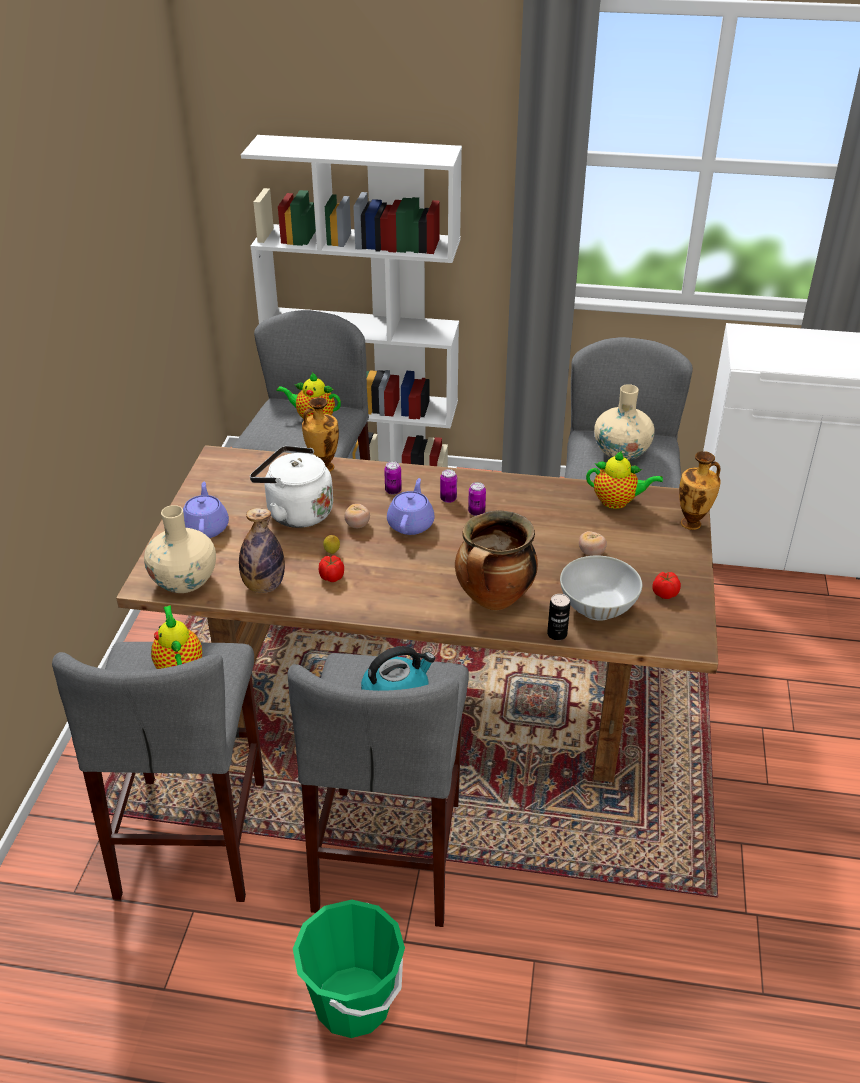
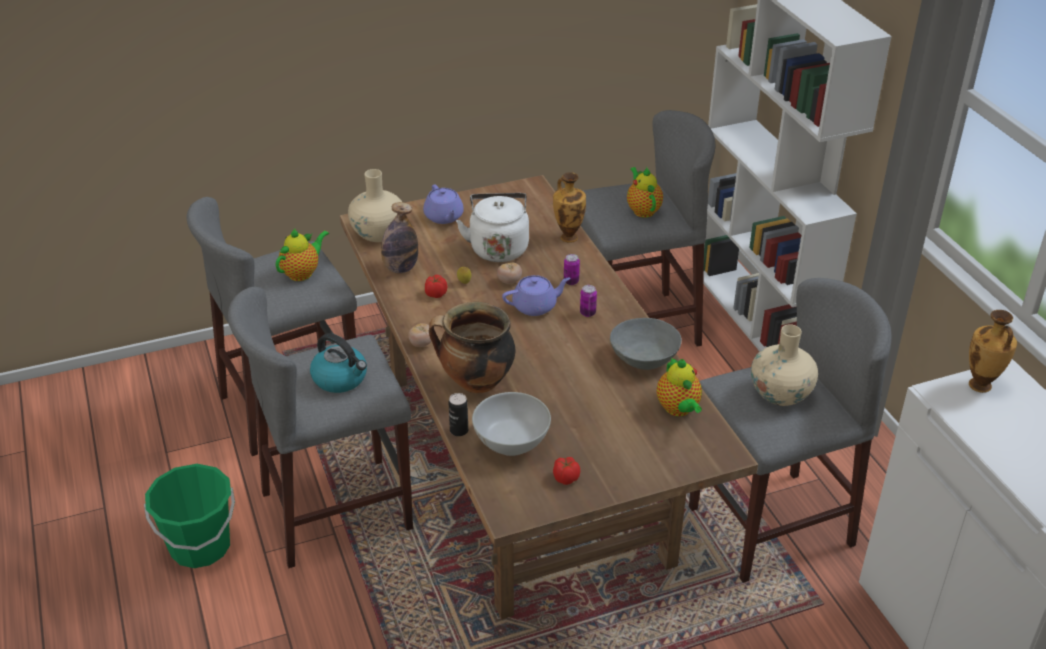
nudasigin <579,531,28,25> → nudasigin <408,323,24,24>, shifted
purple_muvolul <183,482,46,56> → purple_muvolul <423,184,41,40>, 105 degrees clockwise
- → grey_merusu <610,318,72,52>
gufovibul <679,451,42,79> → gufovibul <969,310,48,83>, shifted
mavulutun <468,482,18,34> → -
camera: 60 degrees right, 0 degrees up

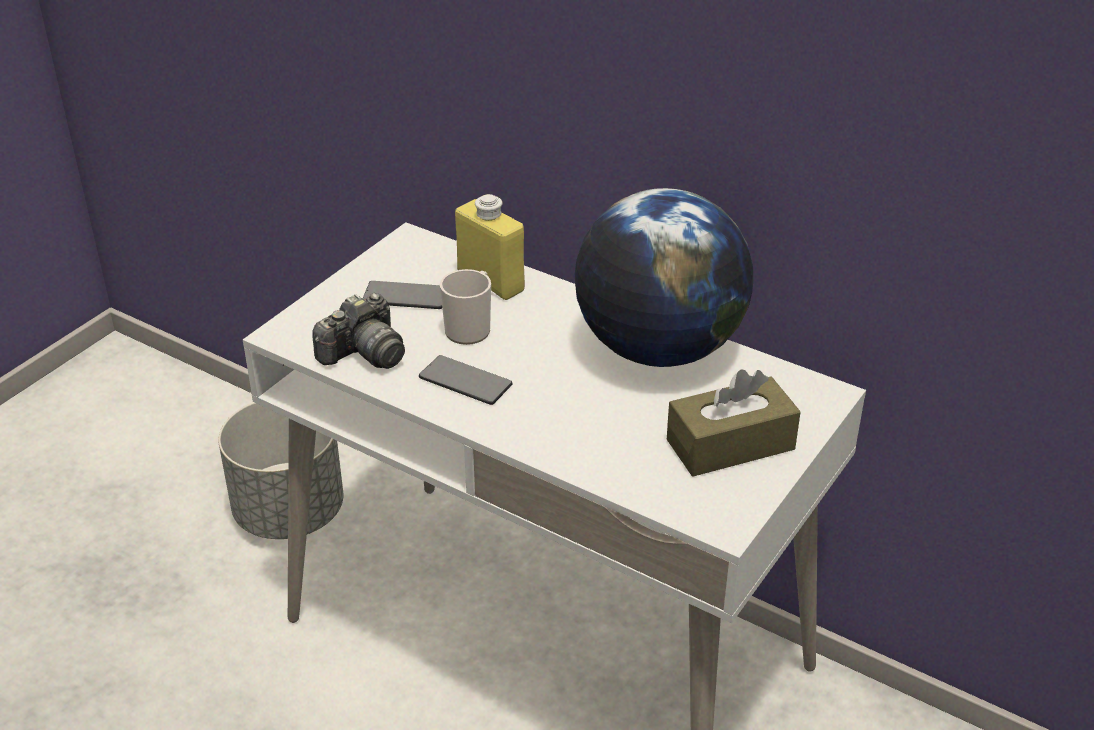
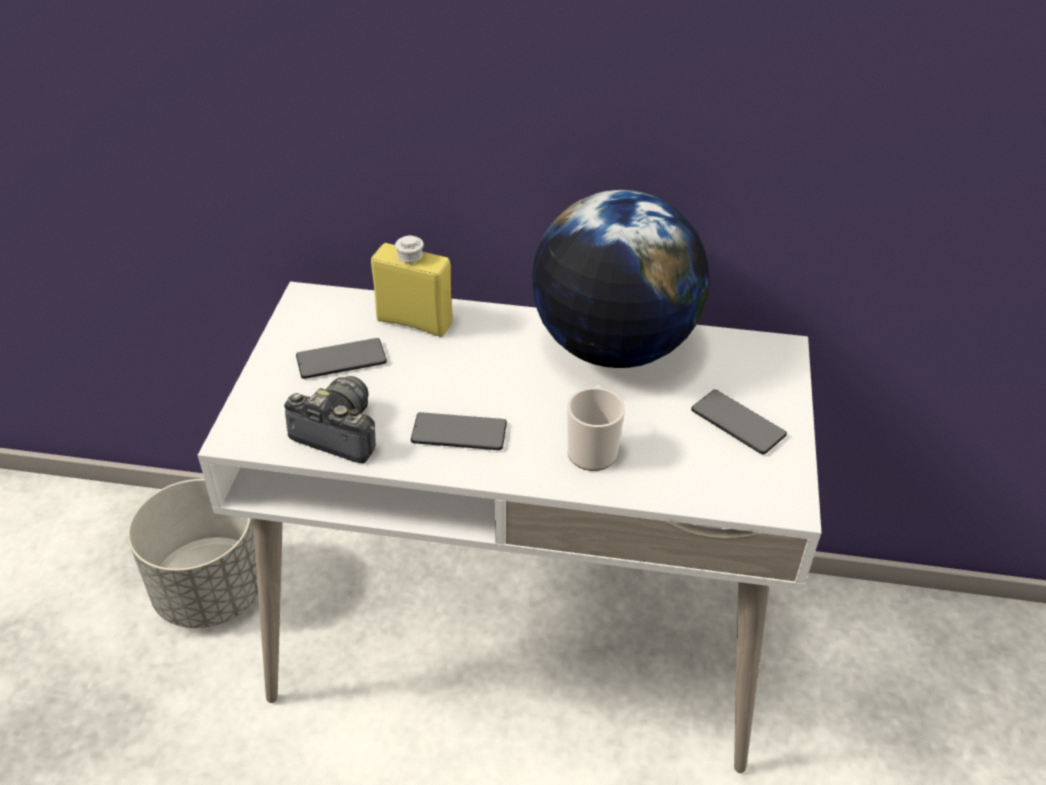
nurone <312,293,93,76> → nurone <284,376,92,87>, 90 degrees counterclockwise
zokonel <440,269,51,76> → zokonel <567,385,58,86>, shifted
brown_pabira <667,369,134,108> → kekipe <691,390,96,64>
camera: 25 degrees left, 5 degrees up

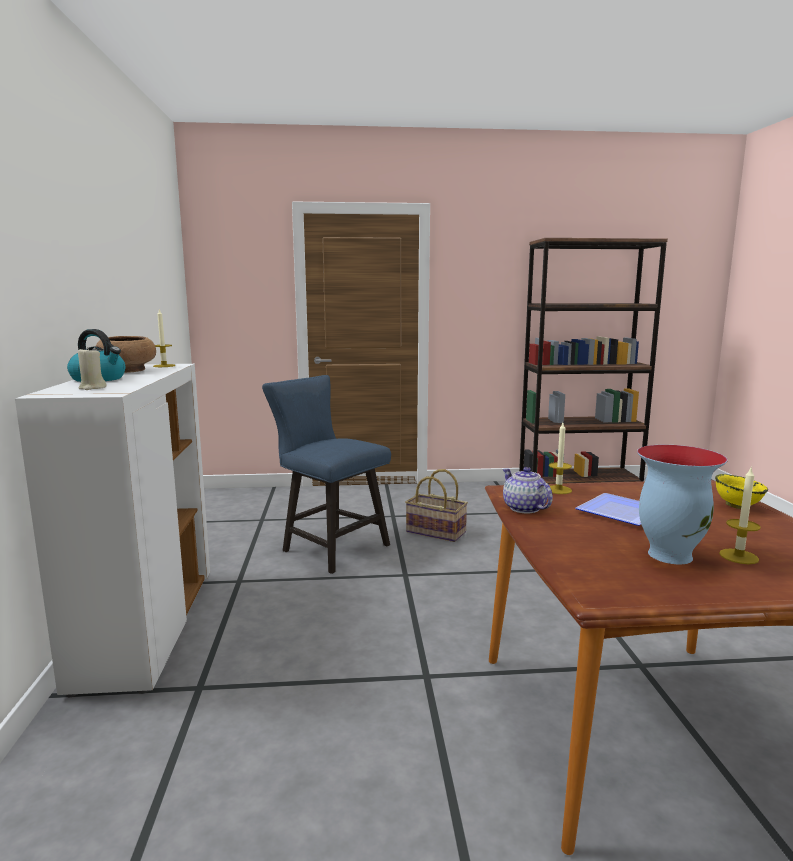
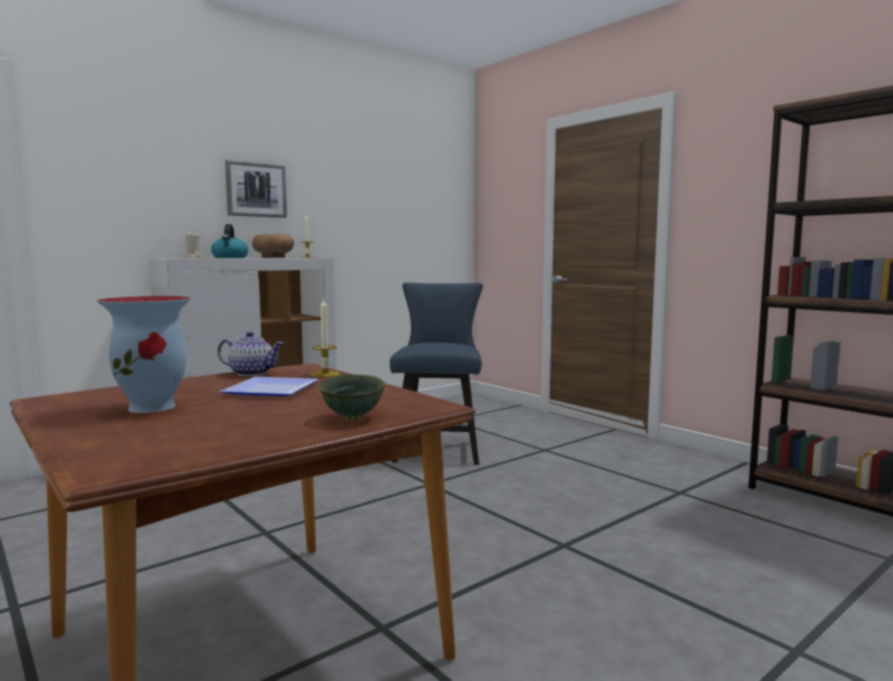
muvolul <503,467,50,46> → muvolul <218,331,66,45>, 75 degrees clockwise
- → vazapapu <225,160,62,58>
yellow_merusu <715,474,53,35> → green_merusu <319,374,66,46>
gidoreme <405,469,63,73> → -
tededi <719,466,42,98> → -
camera: 55 degrees right, 5 degrees down

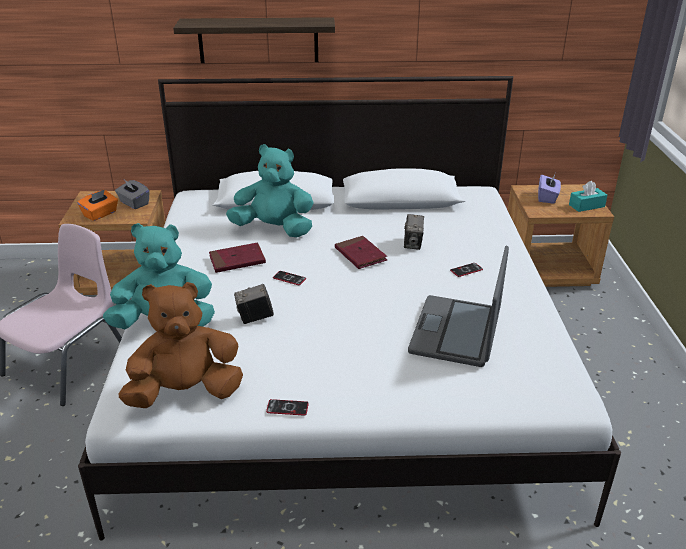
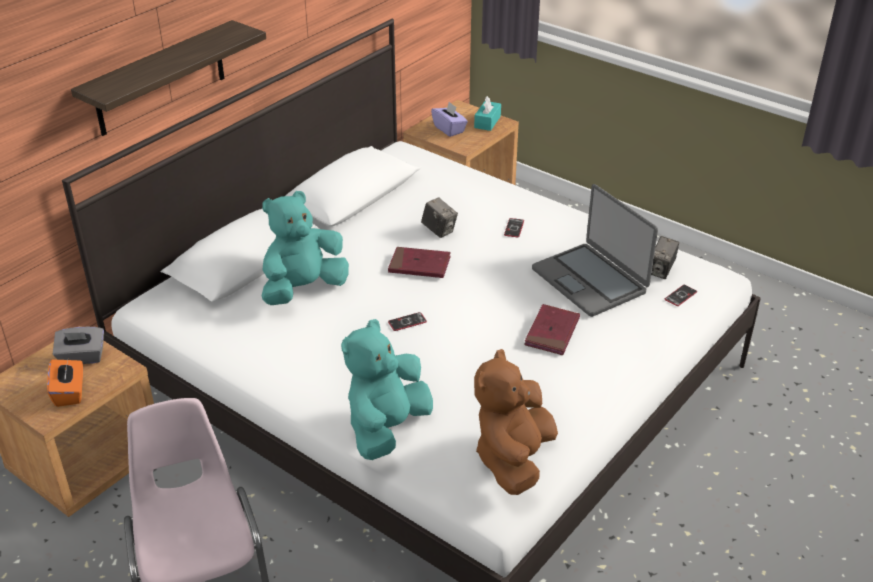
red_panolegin <209,242,57,31> → red_panolegin <524,304,56,51>, shifted
nurone <234,284,40,40> → nurone <651,236,28,43>, shifted
kekipe <266,399,43,17> → kekipe <665,285,32,21>, shifted
camera: 50 degrees left, 5 degrees up

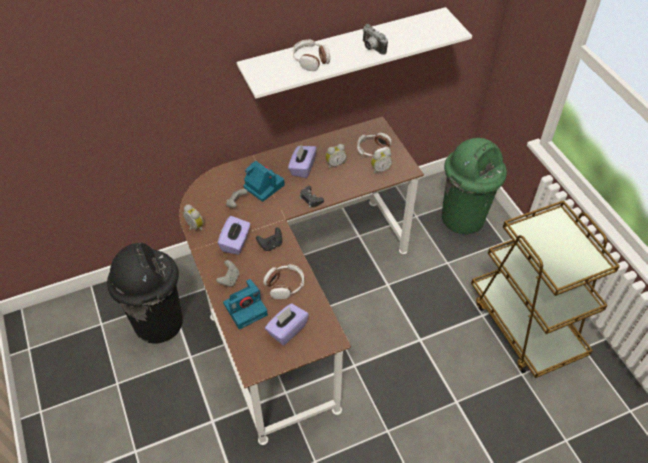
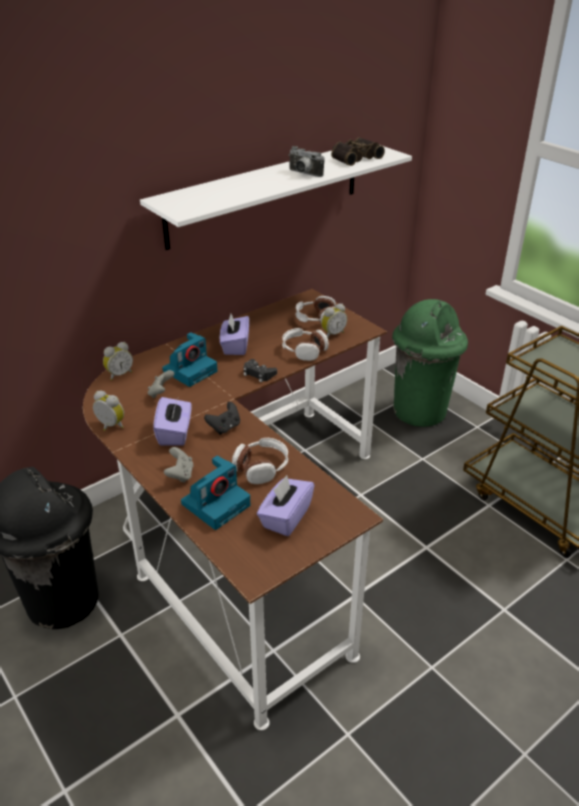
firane <325,144,22,25> → firane <103,342,30,39>, shifted
nurone <243,161,41,41> → nurone <162,332,55,55>, 105 degrees clockwise
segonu <293,40,37,31> → segonu <282,328,47,33>, shifted
- → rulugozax <331,137,54,29>
camera: 15 degrees left, 15 degrees down

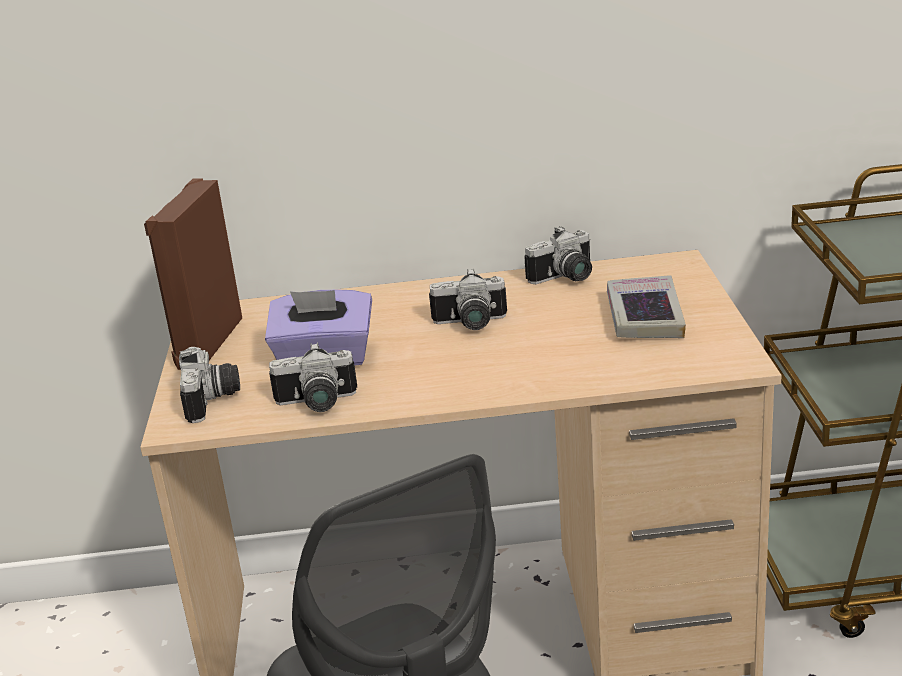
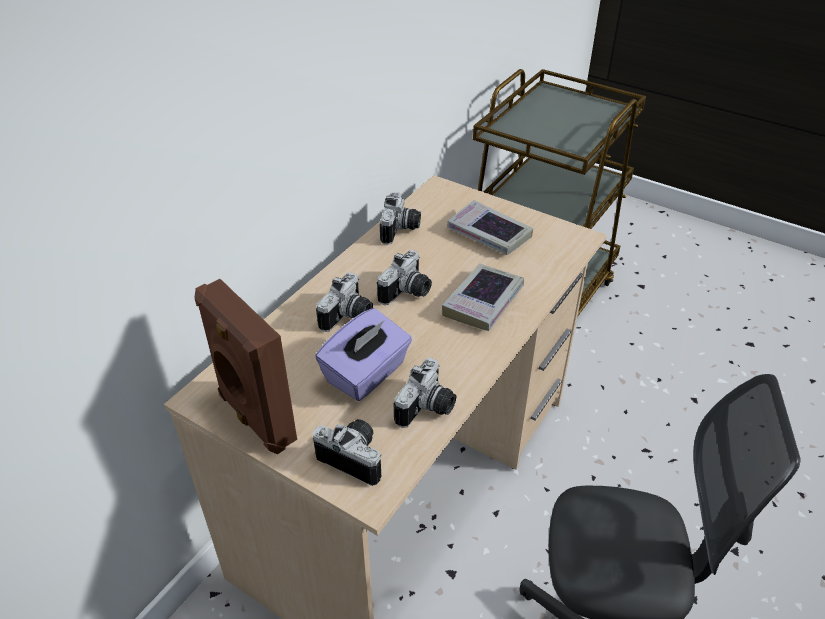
- → nurone <316,272,57,60>
- → panolegin <442,264,82,67>
camera: 55 degrees left, 15 degrees up

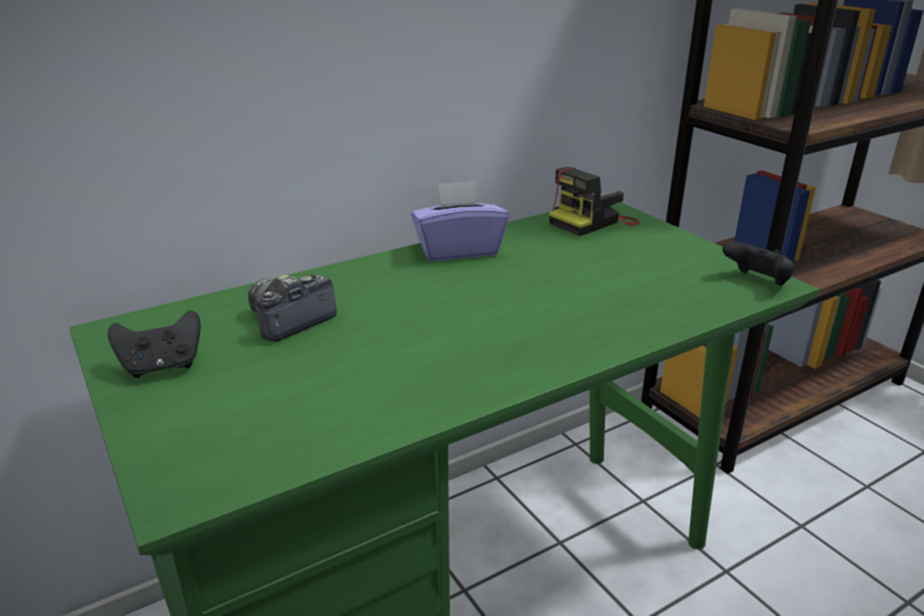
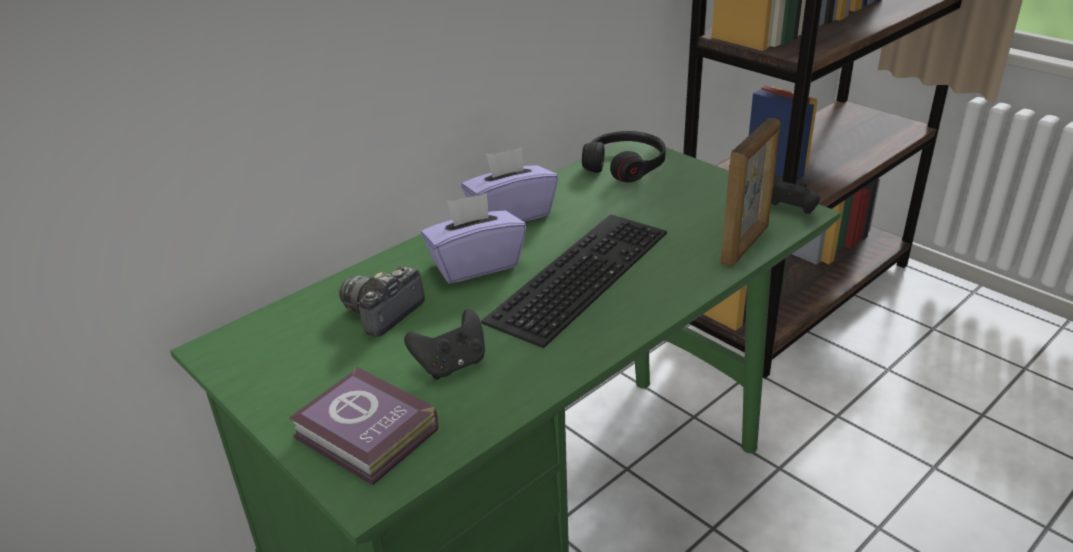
- → panolegin <289,367,149,119>
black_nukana <108,310,93,68> → black_nukana <404,309,81,71>, shifted
- → purple_pabira <421,193,105,90>
- → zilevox <481,214,186,134>
nurone <549,167,90,69> → black_segonu <582,131,84,51>
- → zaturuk <720,118,60,148>
camera: 10 degrees left, 5 degrees up

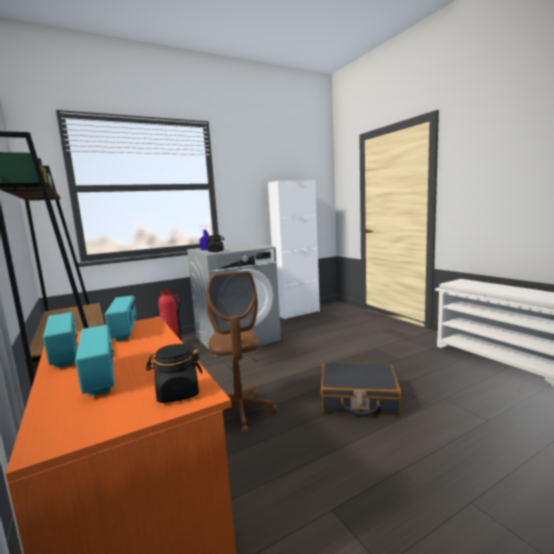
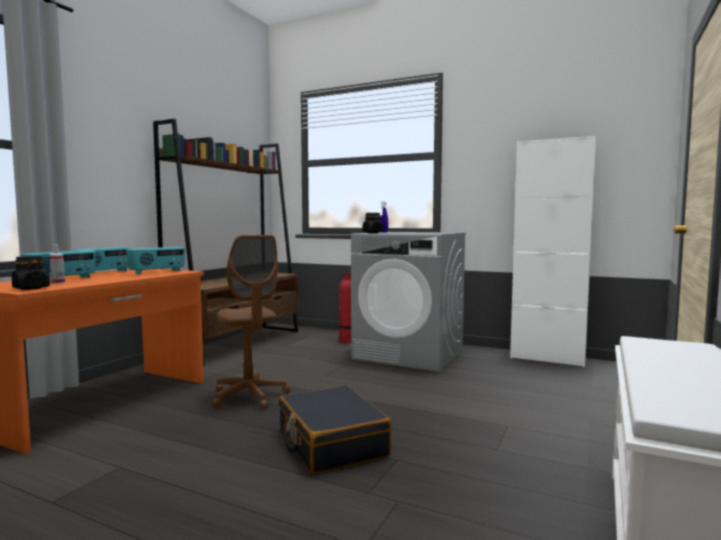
- → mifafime <49,244,16,40>
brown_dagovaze <207,271,70,164> → brown_dagovaze <212,235,78,175>, 75 degrees counterclockwise
camera: 55 degrees right, 5 degrees down

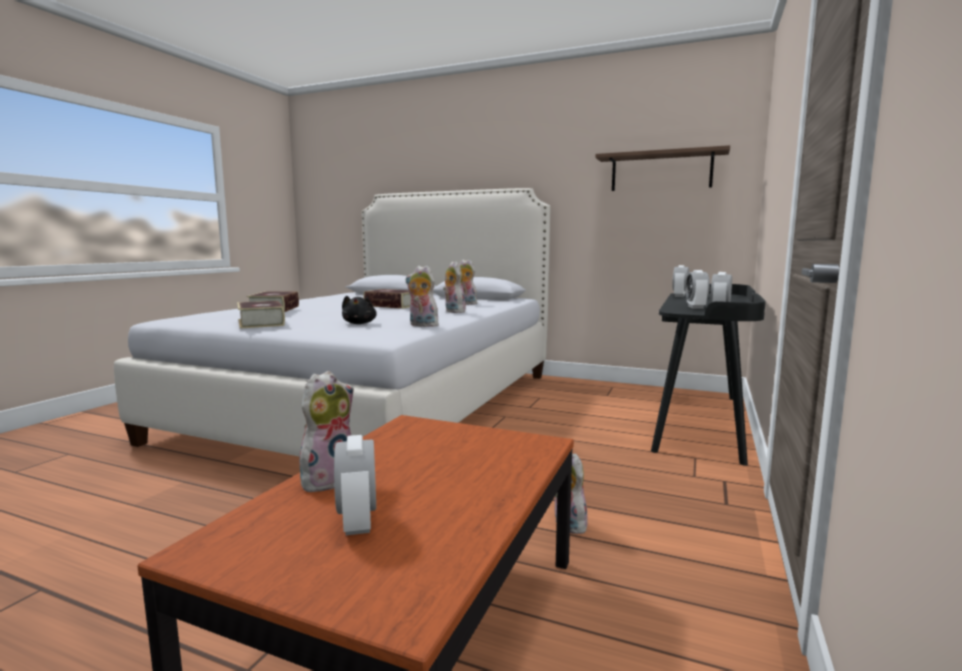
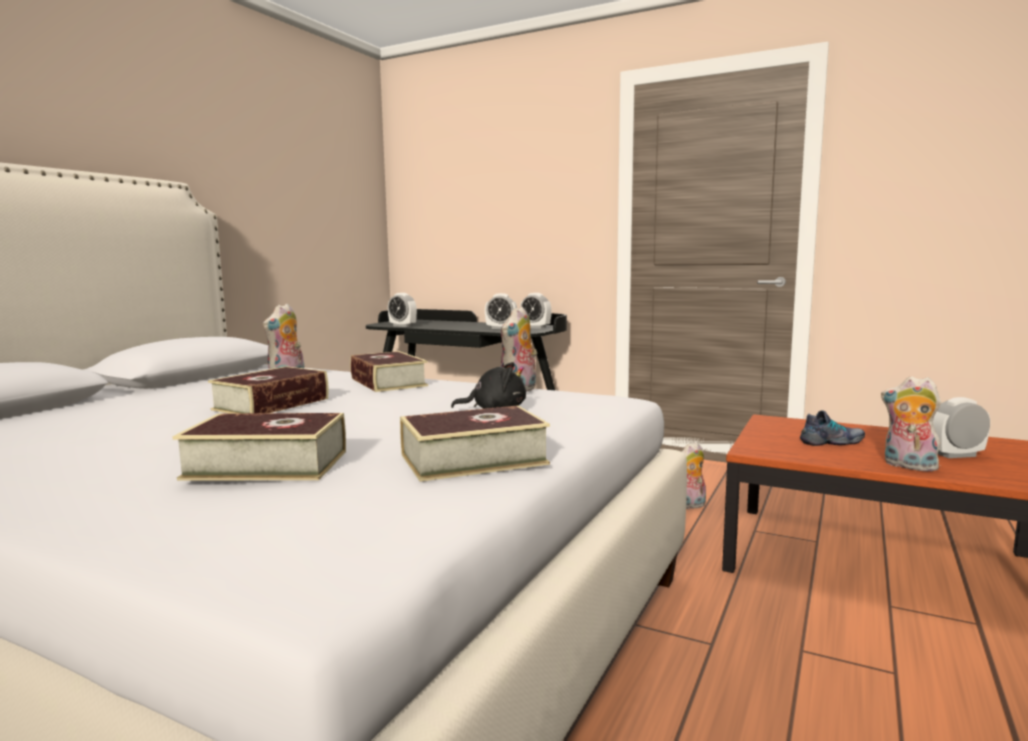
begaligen <443,261,23,52> → panolegin <350,351,78,41>
- → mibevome <800,410,65,36>
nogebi <595,145,135,46> → -
camera: 85 degrees left, 0 degrees up

